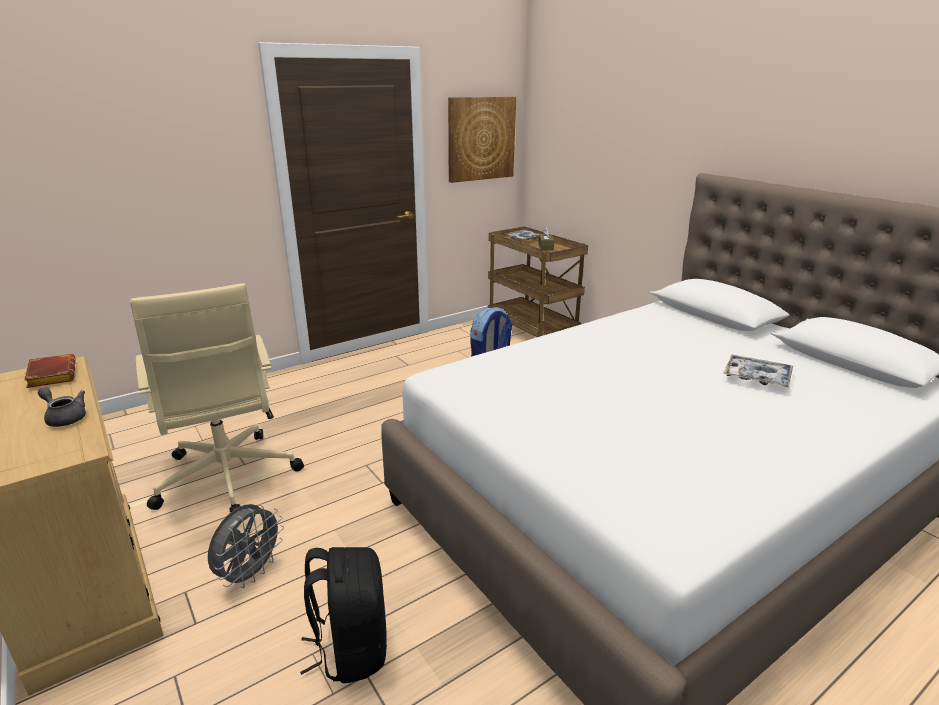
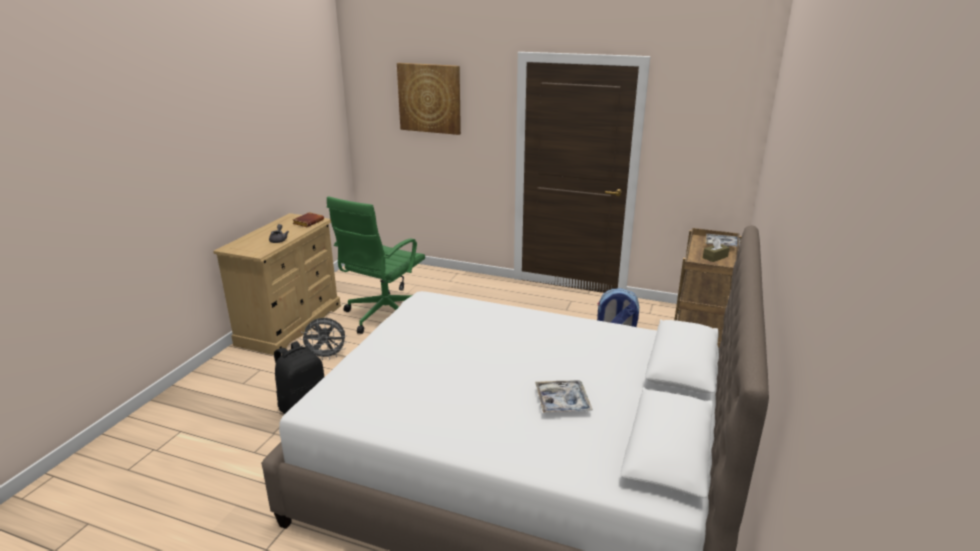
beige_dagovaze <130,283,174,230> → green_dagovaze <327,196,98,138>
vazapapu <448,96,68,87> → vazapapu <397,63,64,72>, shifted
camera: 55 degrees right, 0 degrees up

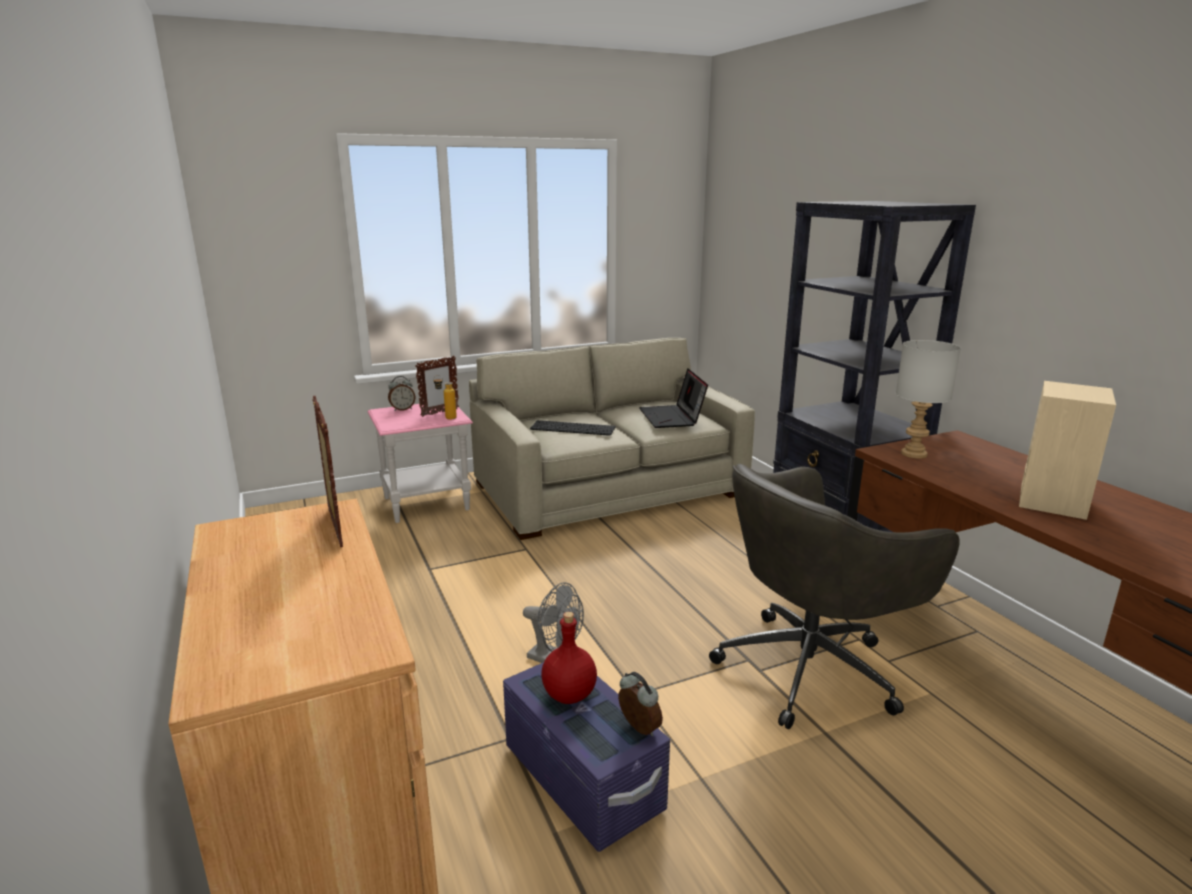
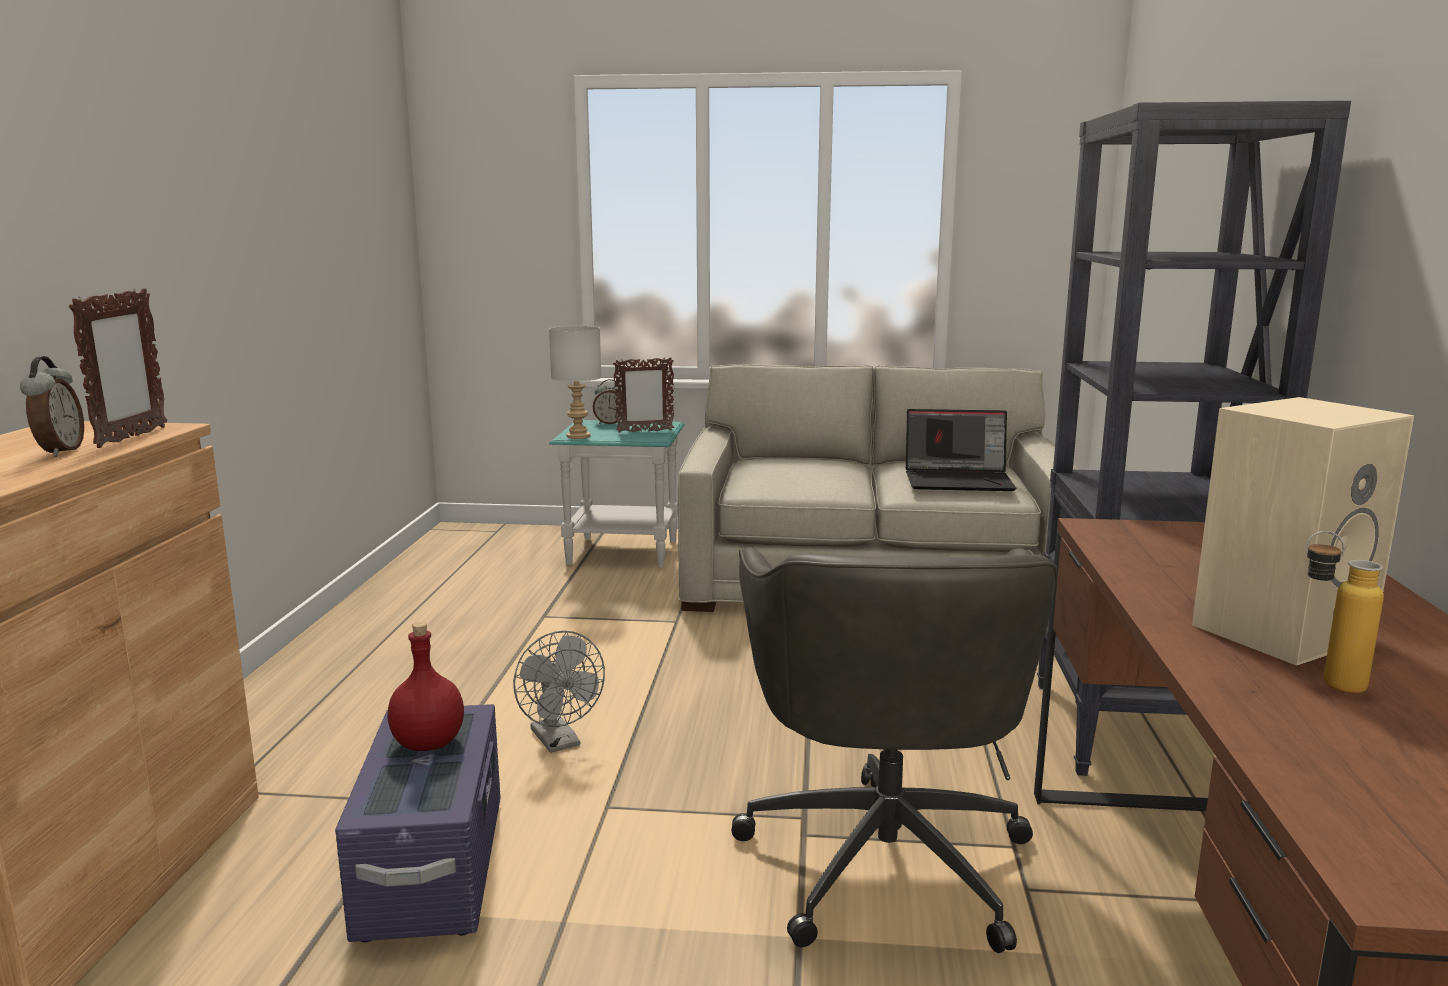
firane <618,672,45,64> → firane <20,356,64,101>, shifted
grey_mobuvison <896,340,65,119> → grey_mobuvison <549,326,52,113>, shifted
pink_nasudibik <367,404,106,119> → turquoise_nasudibik <549,420,135,148>
grey_dagovaze <709,464,251,265> → grey_dagovaze <731,547,326,406>, 90 degrees counterclockwise
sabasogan <639,369,69,59> → sabasogan <906,409,110,82>, 105 degrees counterclockwise
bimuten <433,375,24,45> → bimuten <1305,531,79,162>, shifted
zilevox <530,420,85,16> → -
camera: 30 degrees right, 5 degrees down

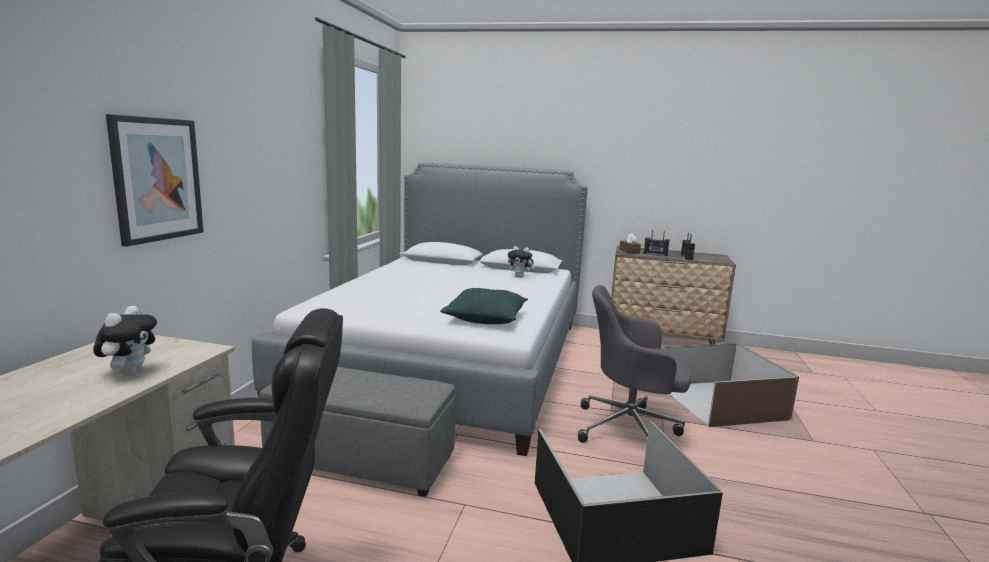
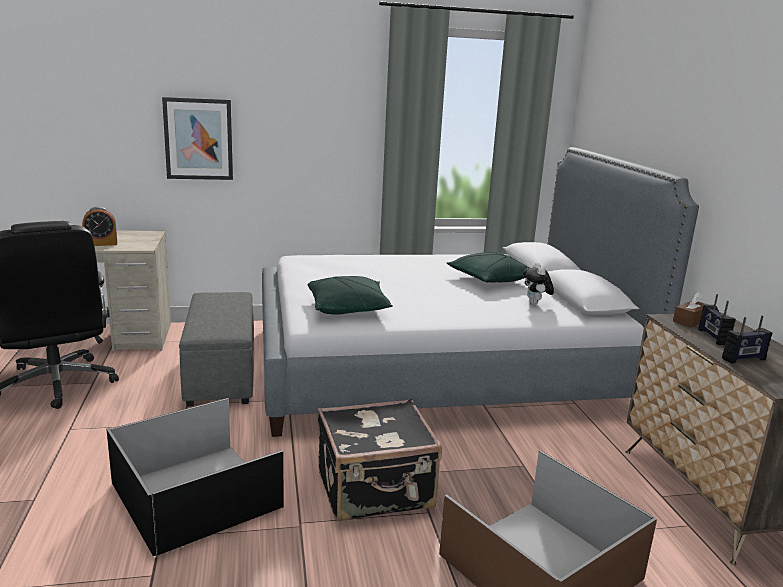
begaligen <93,306,64,70> → firane <82,207,35,39>
grey_dagovaze <578,285,113,158> → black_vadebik <318,399,124,122>
- → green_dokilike <447,252,83,31>
camera: 65 degrees right, 5 degrees up

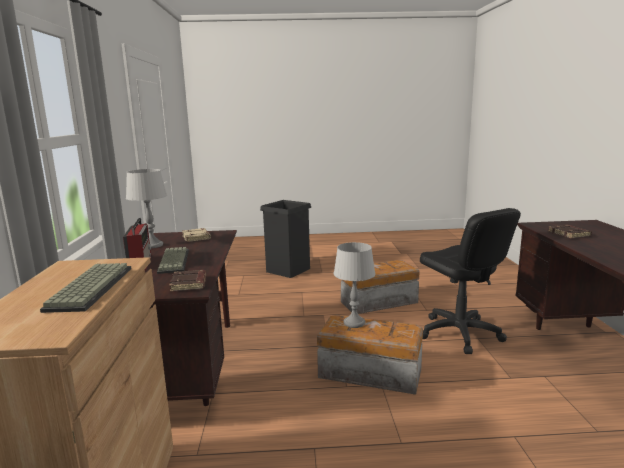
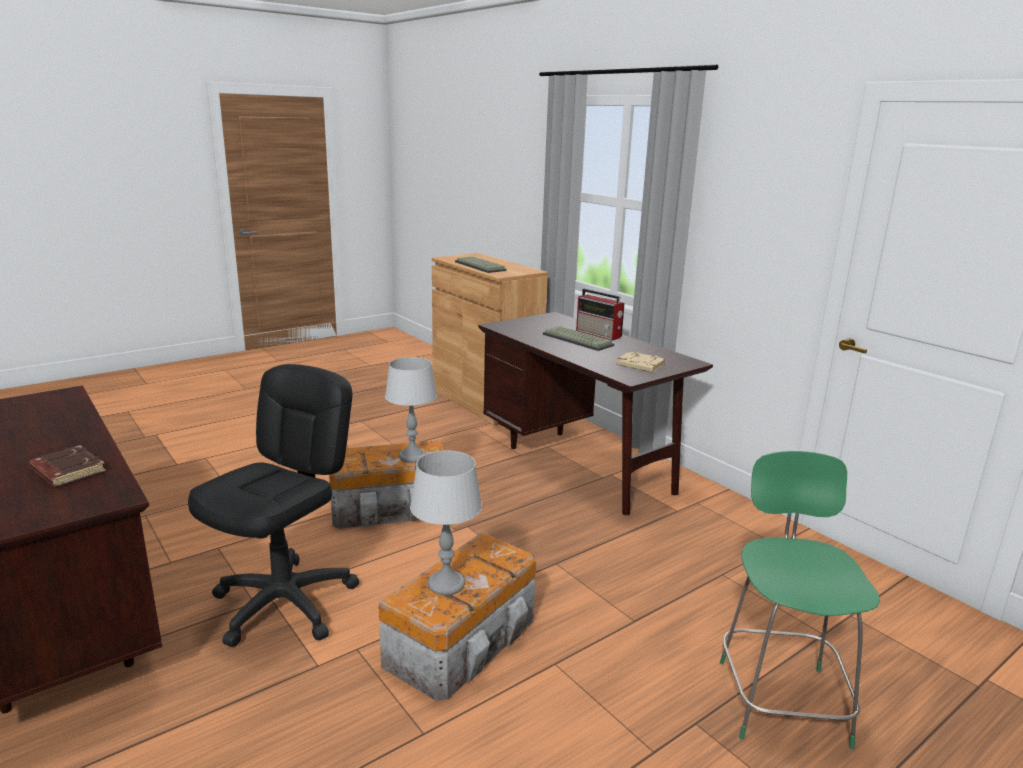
black_dagovaze <420,208,101,146> → black_dagovaze <188,364,171,283>, 90 degrees clockwise
grey_mobuvison <126,169,41,79> → grey_mobuvison <410,450,72,145>, shifted
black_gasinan <260,200,51,78> → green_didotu <720,451,160,298>
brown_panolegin <169,270,37,22> → -
camera: 145 degrees right, 5 degrees up

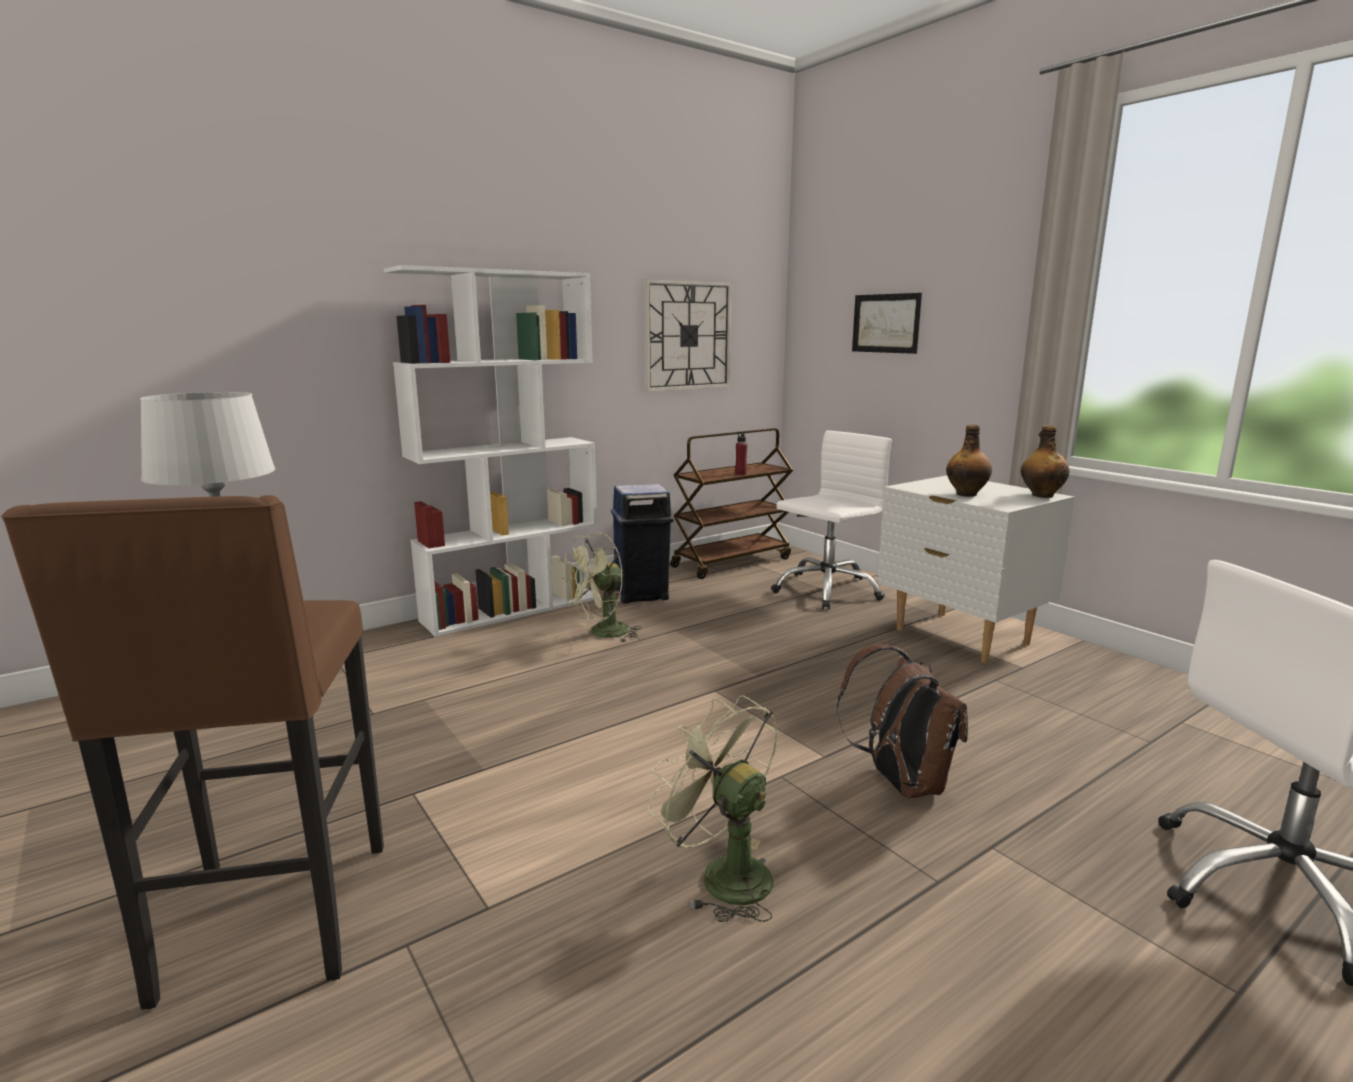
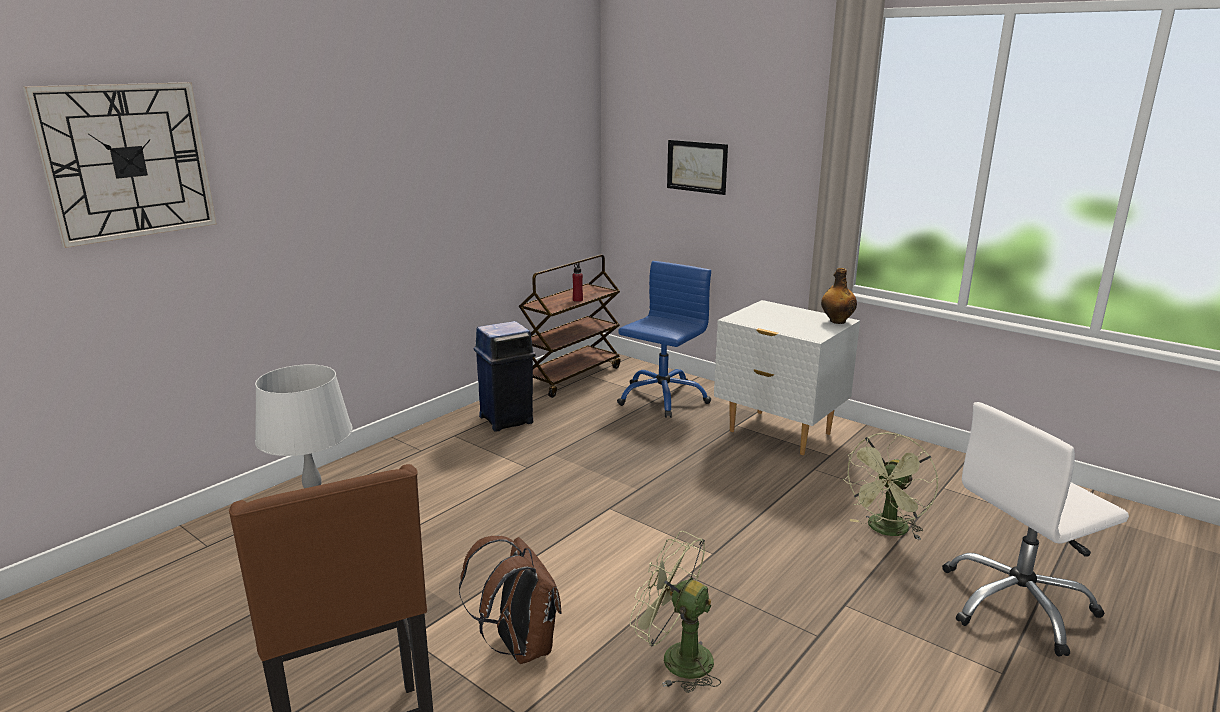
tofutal <644,279,88,113> → tofutal <23,82,194,166>, shifted
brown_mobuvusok <837,644,131,154> → brown_mobuvusok <459,536,103,128>, shifted
white_dagovaze <771,431,121,178> → blue_dagovaze <617,261,94,157>
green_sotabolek <562,532,80,111> → green_sotabolek <843,432,95,108>, shifted
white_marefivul <384,265,213,372> → -
bimuten <946,425,46,72> → -
camera: 15 degrees left, 5 degrees up

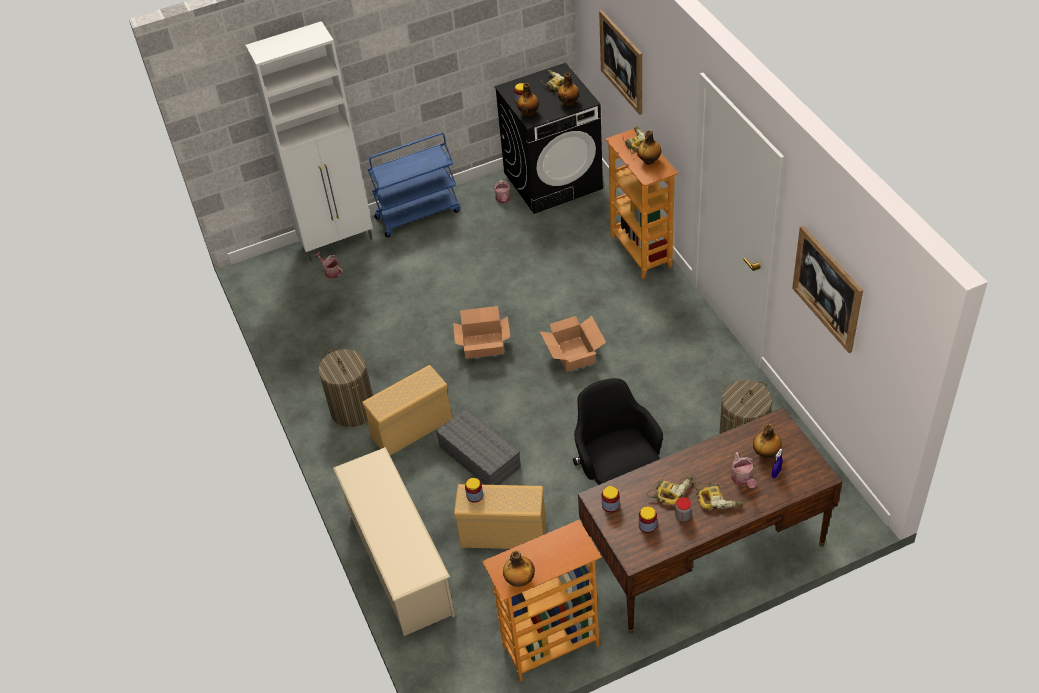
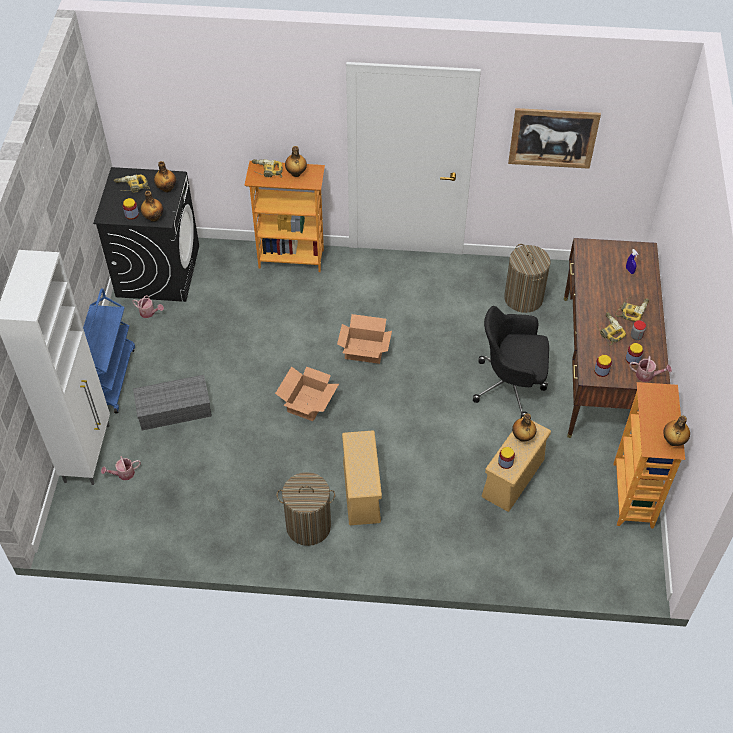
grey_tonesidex <436,408,85,77> → grey_tonesidex <133,375,79,55>, shifted
bimuten <753,424,29,34> → bimuten <512,413,24,29>, shifted
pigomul <731,452,25,36> → pigomul <629,356,43,26>, shifted
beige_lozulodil <333,447,122,189> → -
vazapapu <599,10,43,105> → -
camera: 65 degrees left, 5 degrees up

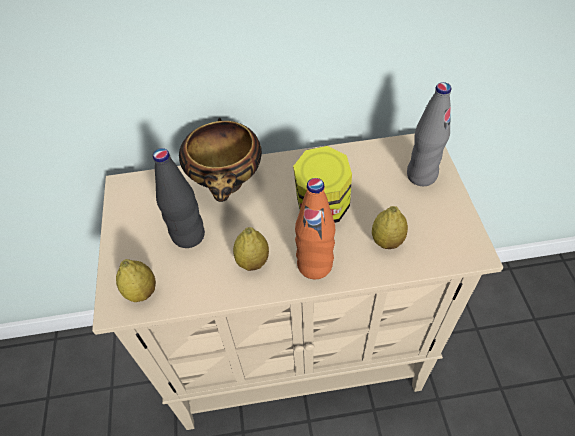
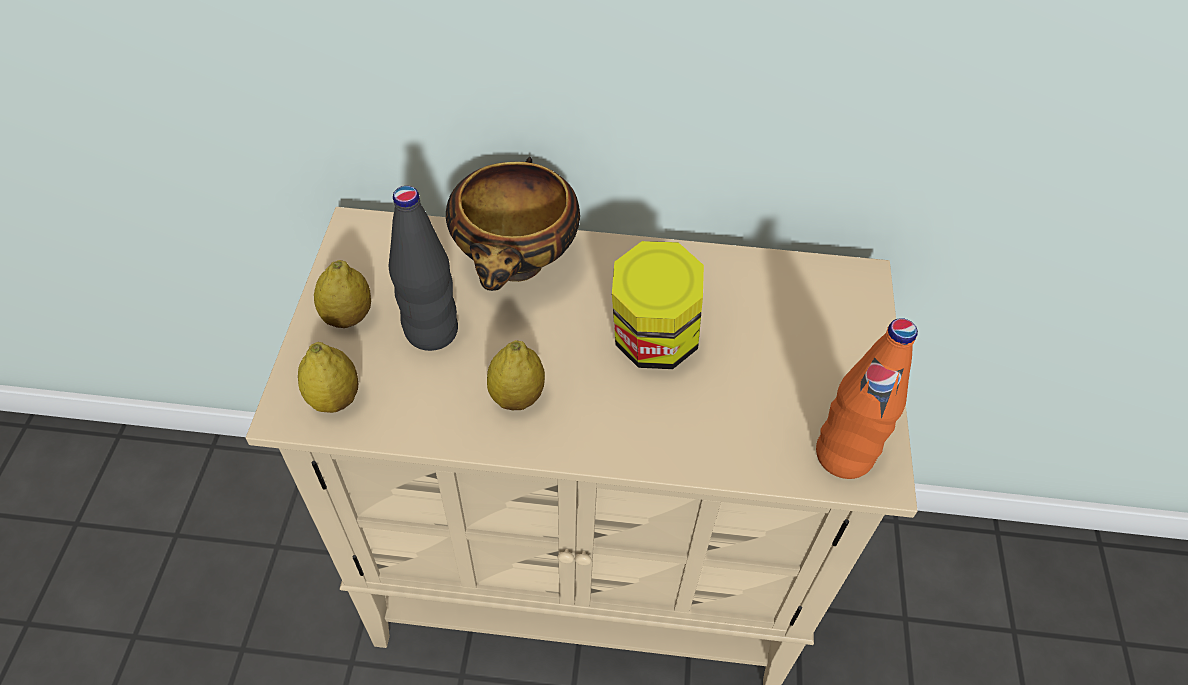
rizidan <372,206,36,43> → rizidan <314,260,57,68>, shifted
orange_bimuten <295,178,40,101> → orange_bimuten <816,318,102,161>, shifted
grey_bimuten <407,82,44,104> → -
camera: 10 degrees right, 0 degrees up

